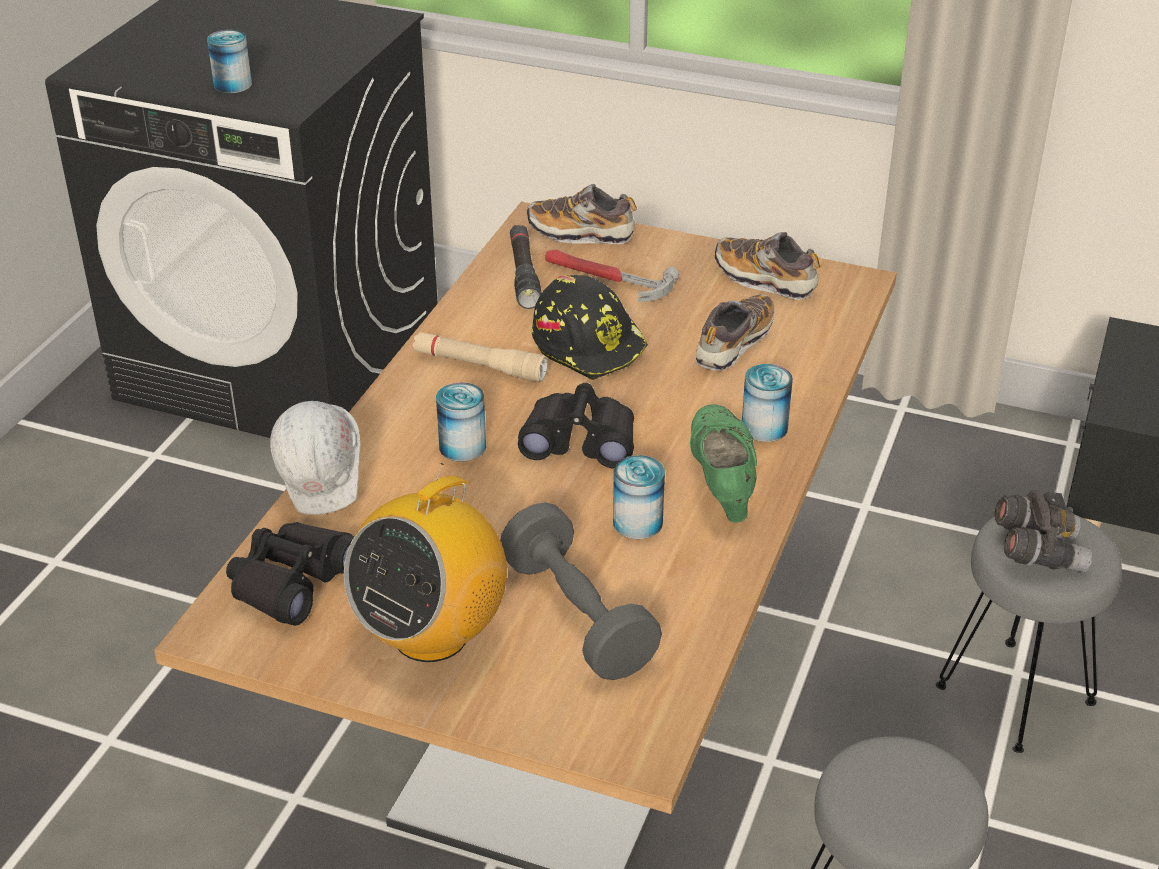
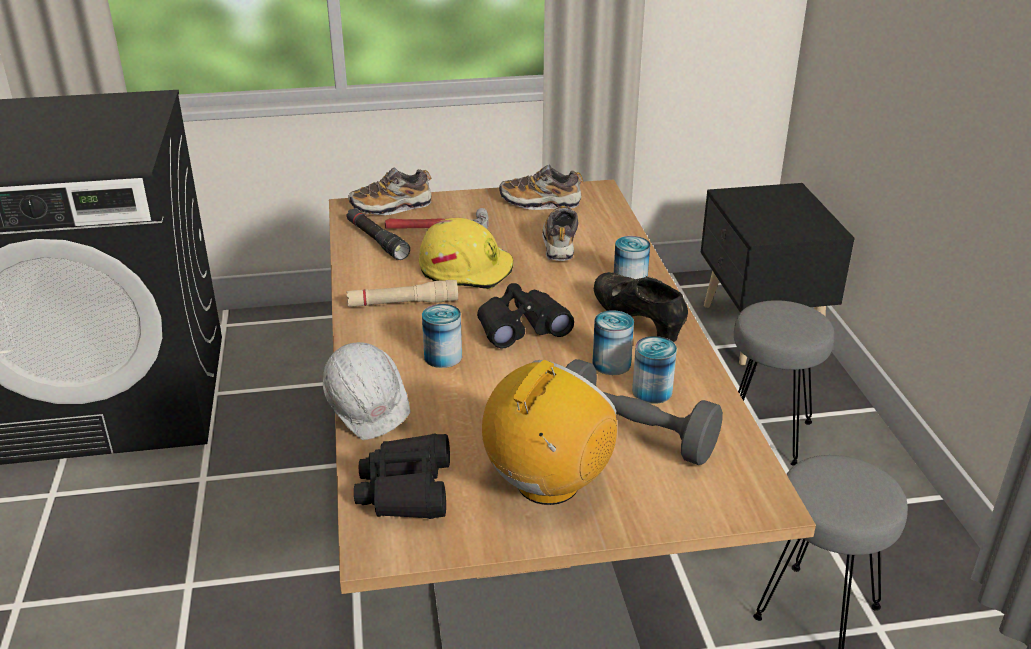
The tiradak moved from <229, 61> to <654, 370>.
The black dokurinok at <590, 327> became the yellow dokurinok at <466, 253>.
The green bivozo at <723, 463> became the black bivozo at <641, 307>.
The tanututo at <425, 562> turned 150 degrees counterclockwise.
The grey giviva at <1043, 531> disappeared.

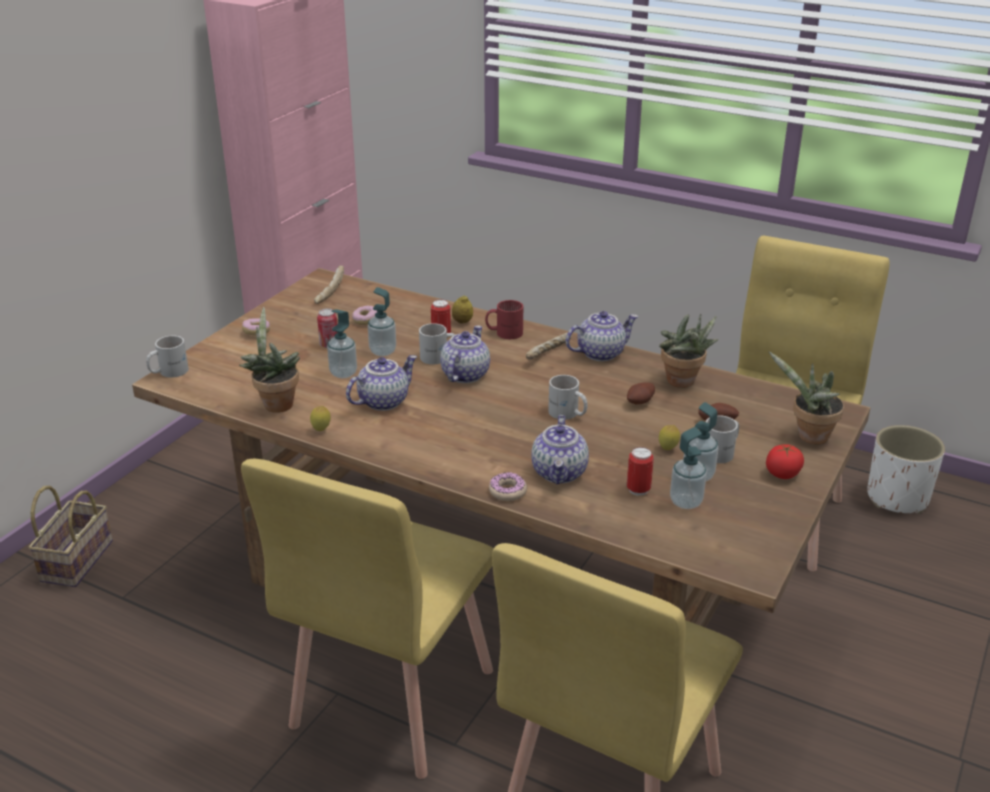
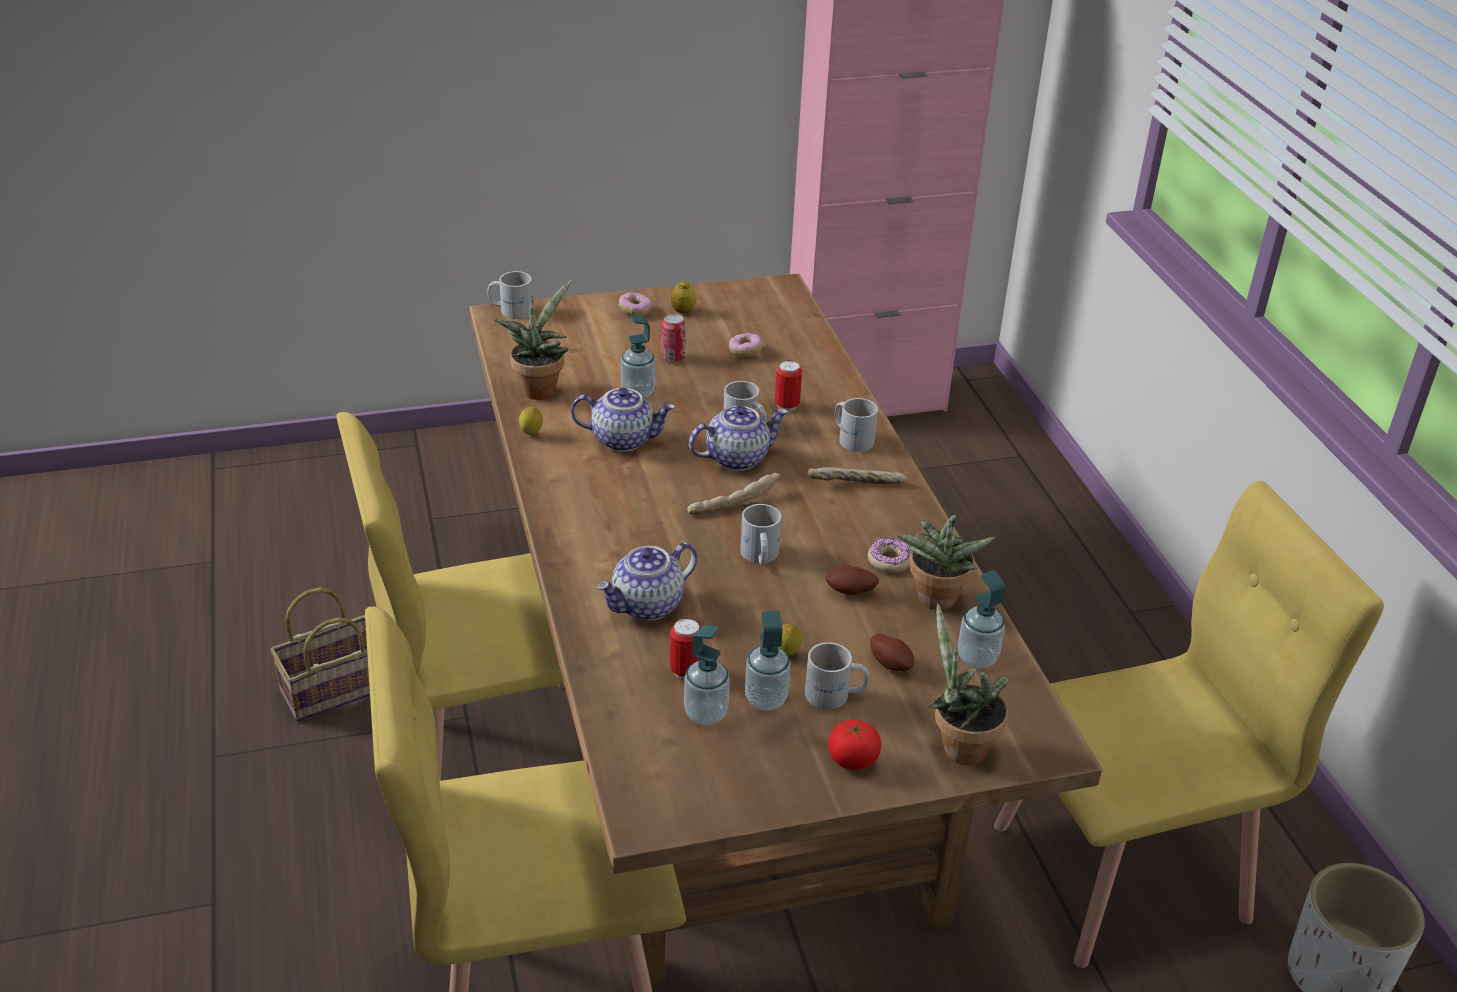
The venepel moved from <329, 285> to <733, 493>.
The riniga moved from <382, 321> to <981, 619>.
The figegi moved from <462, 309> to <683, 297>.
The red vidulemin at <504, 319> became the white vidulemin at <856, 425>.
The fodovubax at <602, 336> disappeared.
The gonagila moved from <508, 486> to <889, 555>.
The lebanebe moved from <70, 536> to <320, 654>.

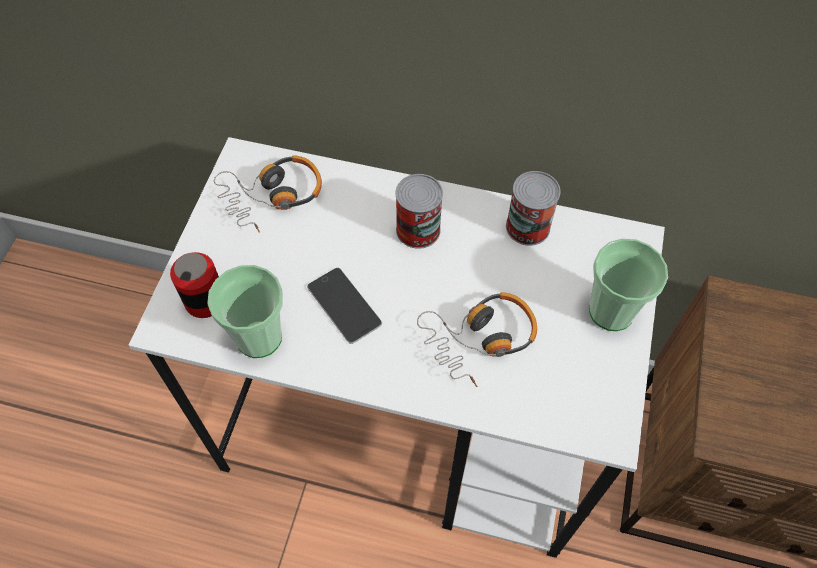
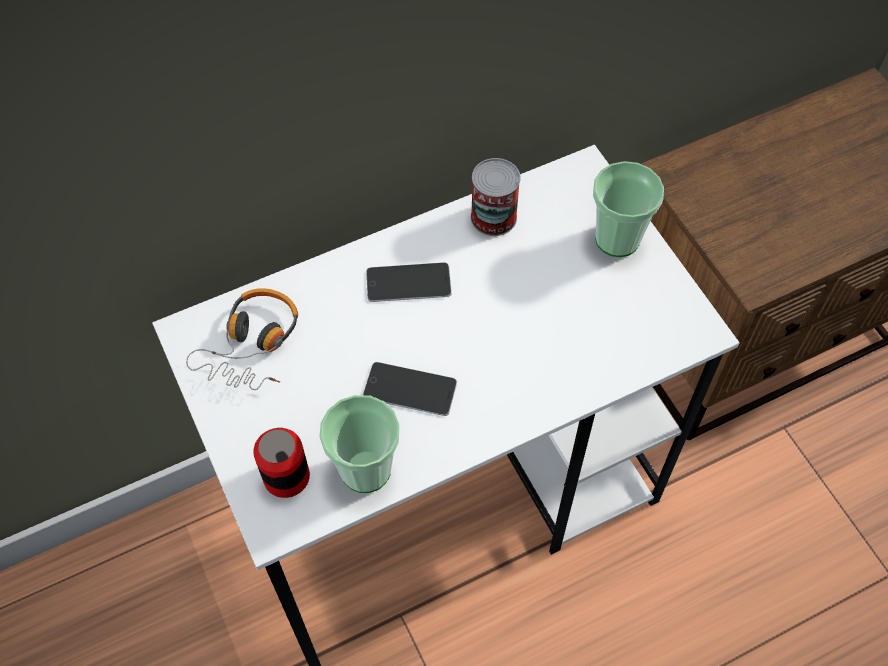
The tiradak at <419, 211> was replaced by the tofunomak at <409, 282>.
The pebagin at <477, 339> disappeared.

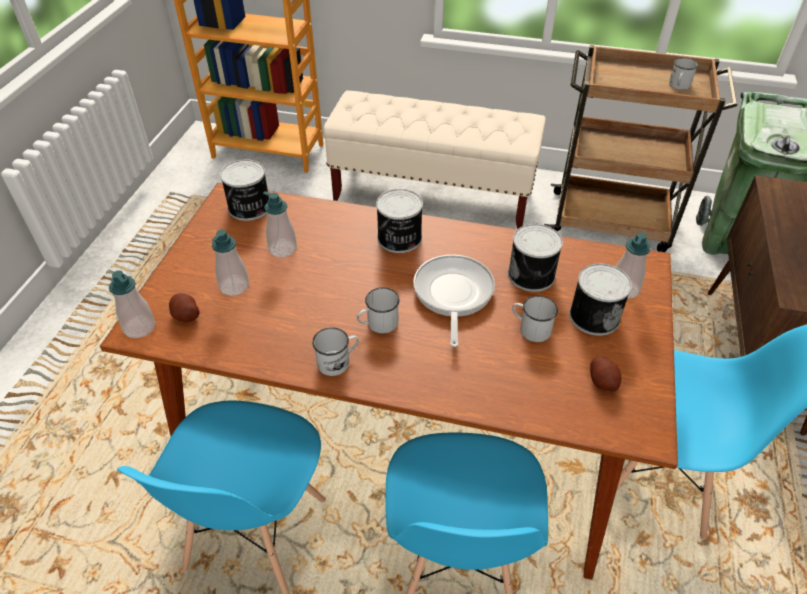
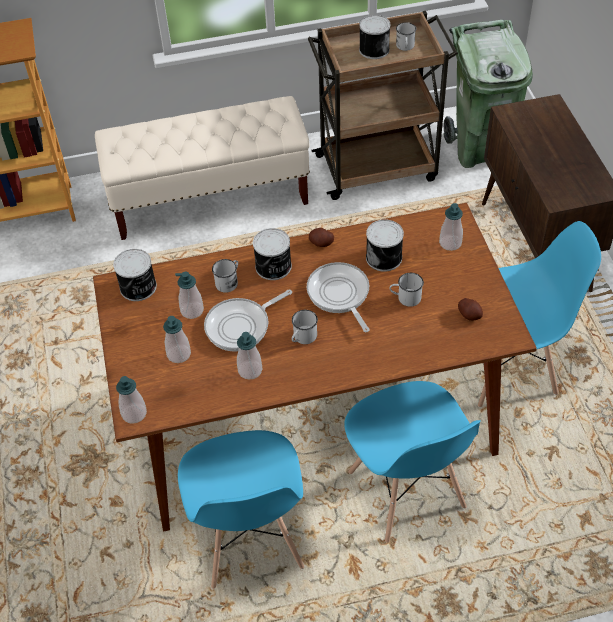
The tiradak moved from <600, 300> to <374, 37>.
The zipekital moved from <184, 307> to <321, 237>.
The white vidulemin moved from <335, 351> to <225, 276>.
The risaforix at <248, 320> appeared.
The riniga at <249, 356> appeared.

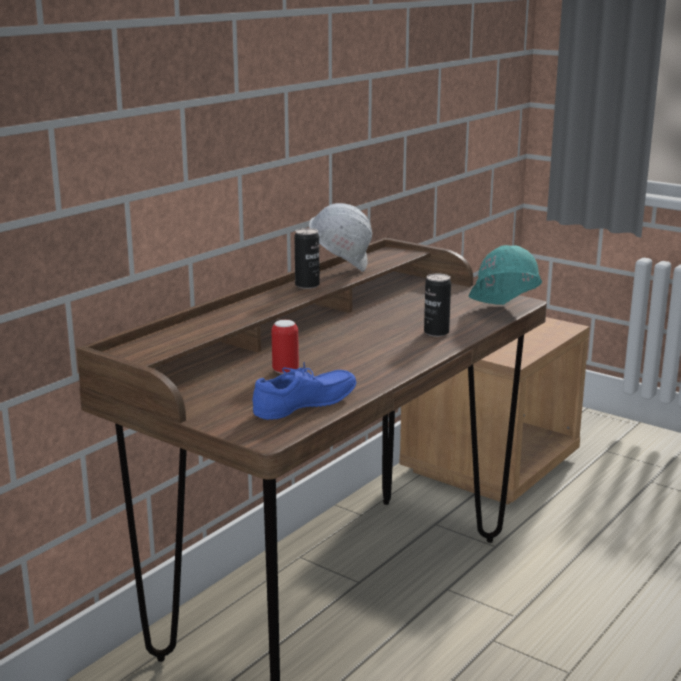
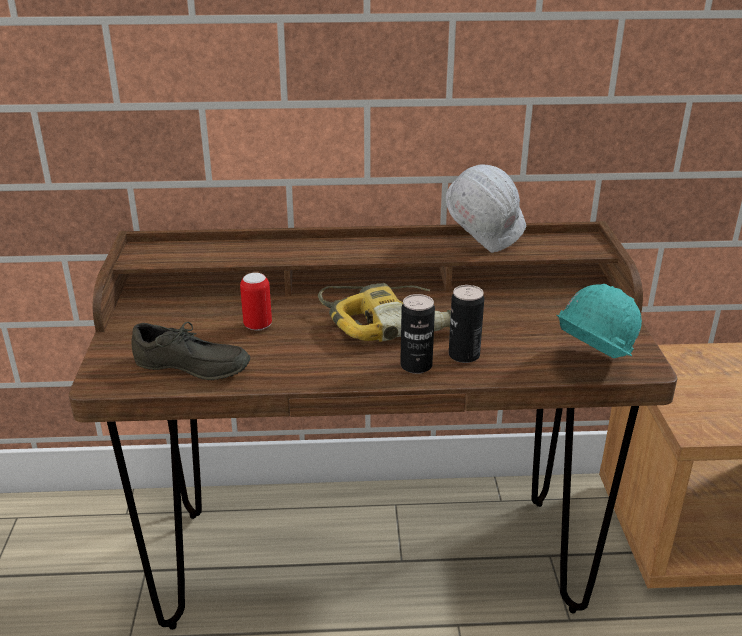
The tiradak moved from <307, 258> to <417, 334>.
The blue bivozo at <305, 391> became the grey bivozo at <190, 351>.
The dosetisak at <384, 312> appeared.

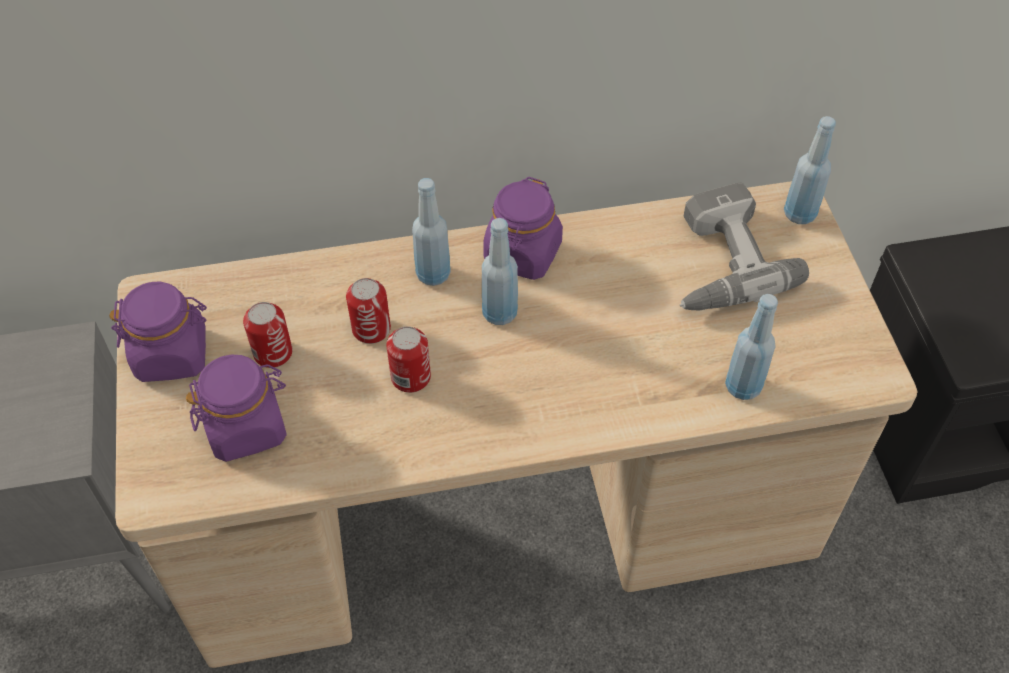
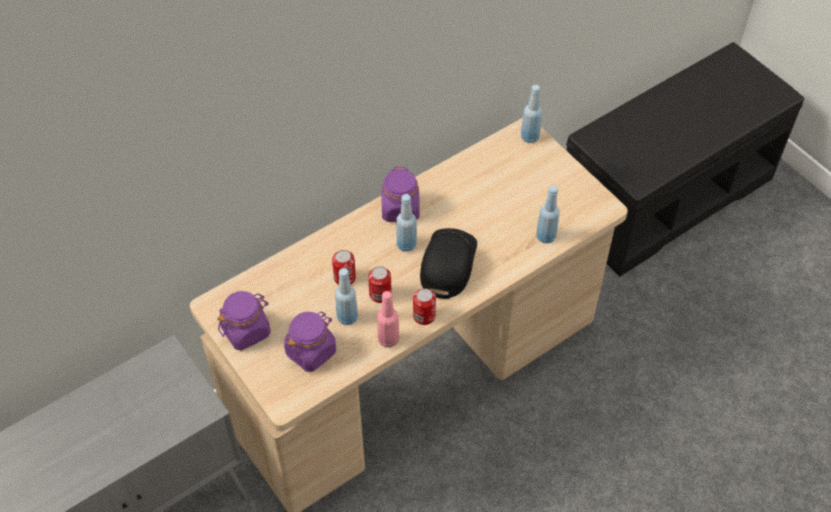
The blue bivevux moved from <431, 232> to <346, 296>.
The dosetisak at <744, 246> disappeared.
The tiradak moved from <268, 335> to <424, 306>.
The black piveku at <448, 263> appeared.
The pink bivevux at <388, 319> appeared.

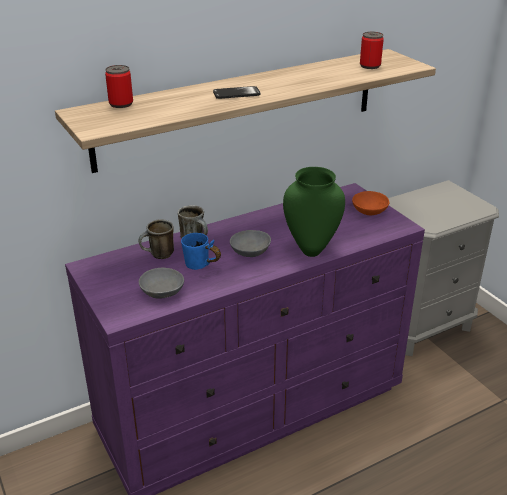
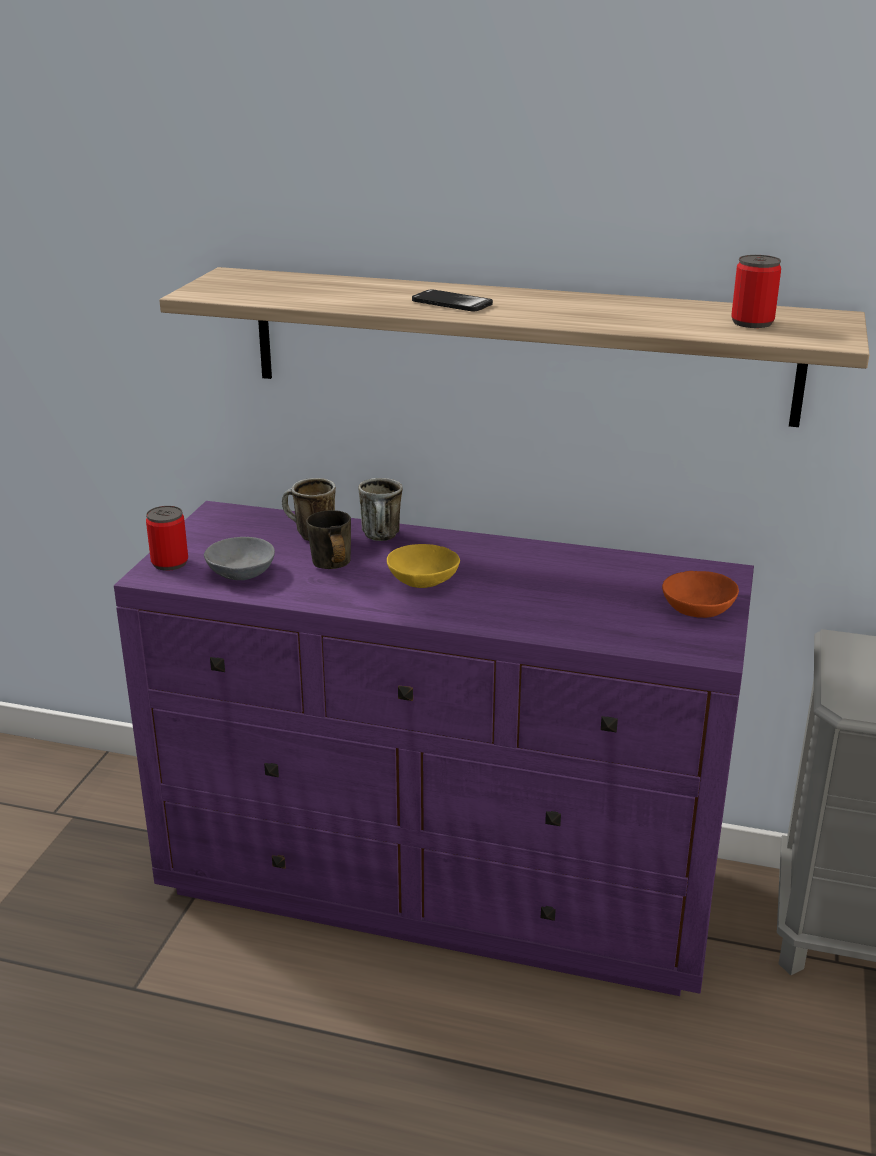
The tiradak moved from <119, 86> to <167, 538>.
The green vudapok at <314, 212> disappeared.
The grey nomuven at <250, 243> became the yellow nomuven at <423, 566>.
The blue vidulemin at <201, 251> became the grey vidulemin at <328, 539>.

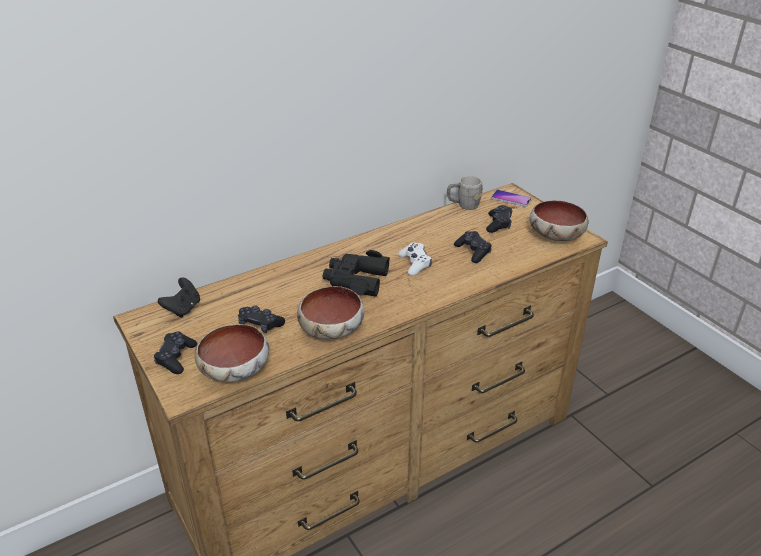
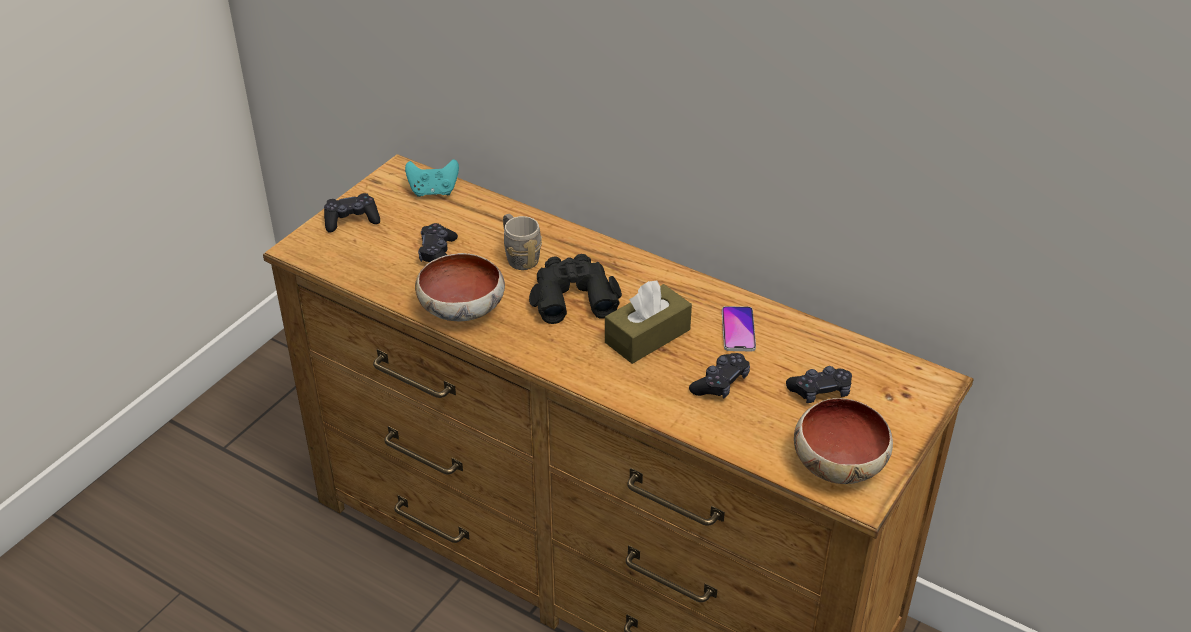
The grey vidulemin moved from <465, 193> to <522, 242>.
The tofunomak moved from <511, 198> to <739, 328>.
The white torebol at <415, 259> was replaced by the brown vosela at <648, 322>.
The black torebol at <179, 298> became the turquoise torebol at <432, 178>.
The nomuven at <232, 353> disappeared.

